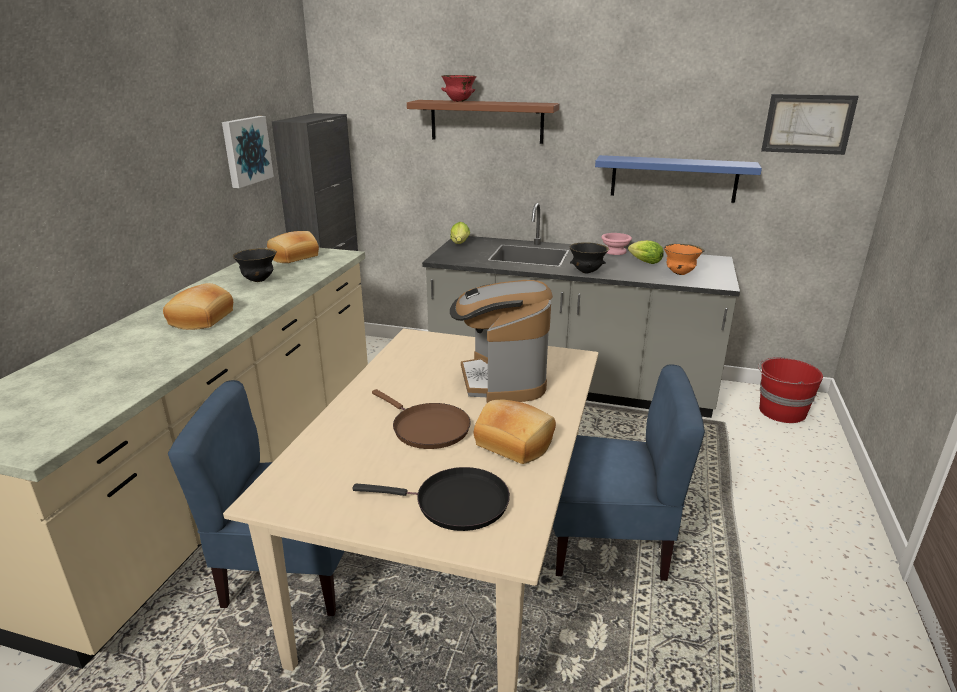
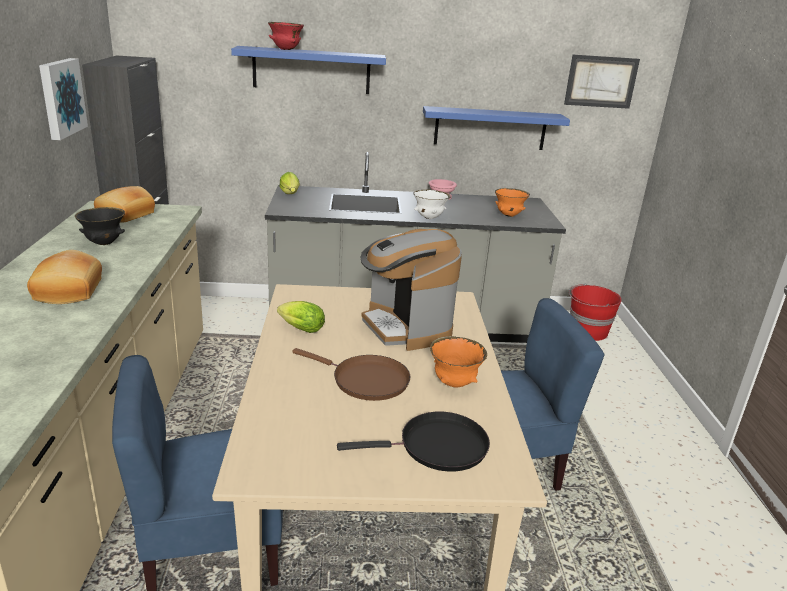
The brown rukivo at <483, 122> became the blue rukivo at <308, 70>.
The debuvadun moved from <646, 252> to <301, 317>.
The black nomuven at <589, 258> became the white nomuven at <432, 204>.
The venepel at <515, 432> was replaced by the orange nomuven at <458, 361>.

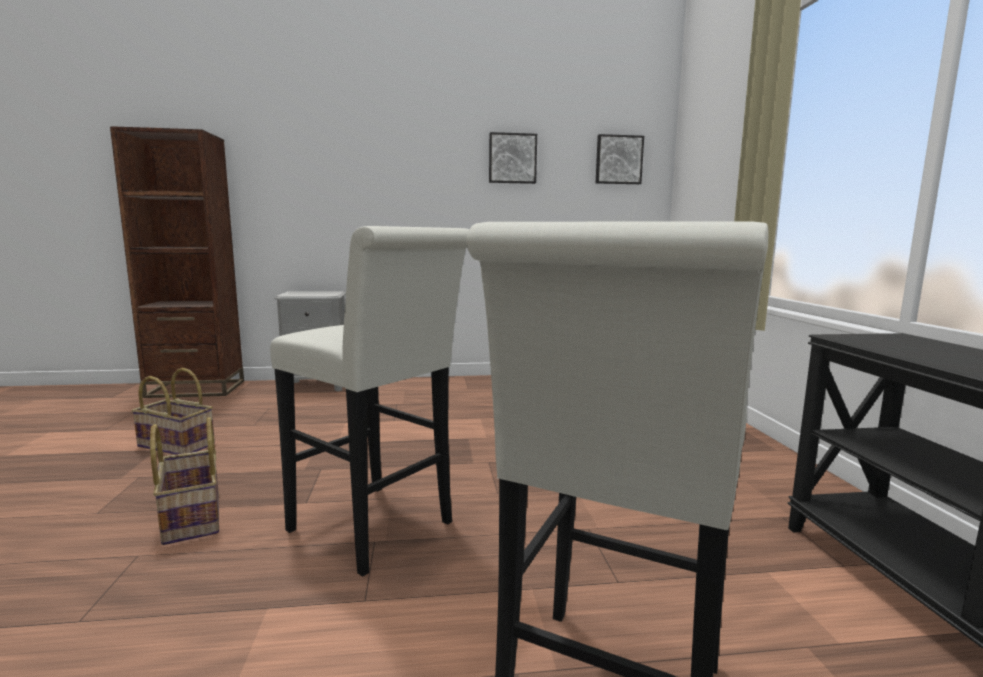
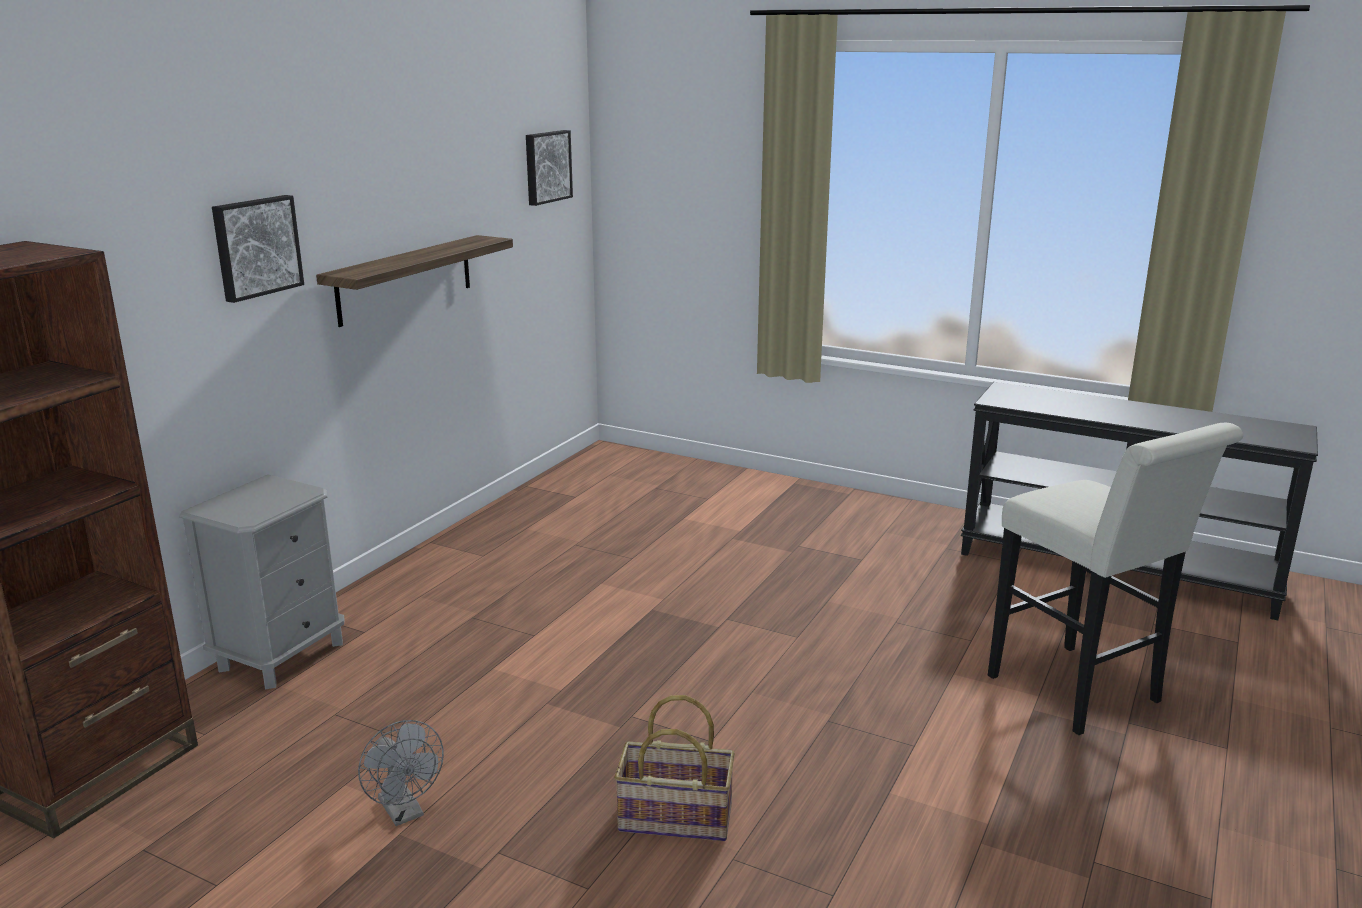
The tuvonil moved from <513, 158> to <258, 249>.
The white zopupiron at <370, 401> disappeared.
The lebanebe at <173, 411> was replaced by the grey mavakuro at <401, 773>.
The rukivo at <414, 281> appeared.

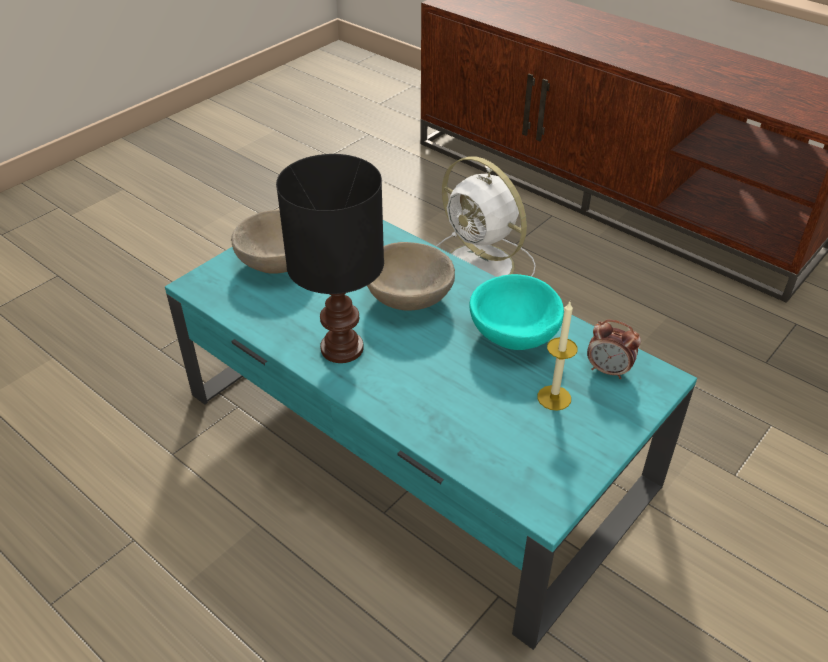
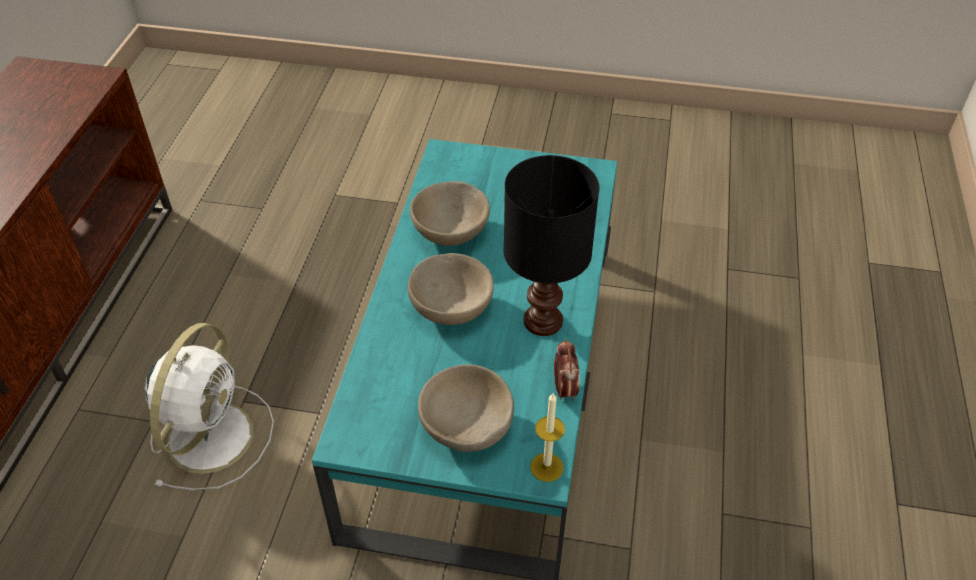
The turquoise nomuven at <517, 312> became the beige nomuven at <450, 213>.
The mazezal moved from <557, 356> to <548, 437>.
The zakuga moved from <614, 349> to <567, 370>.

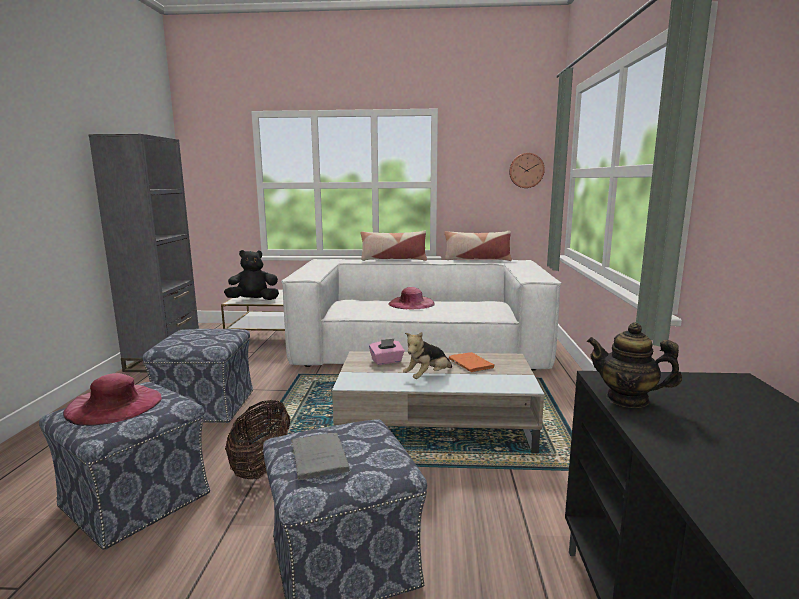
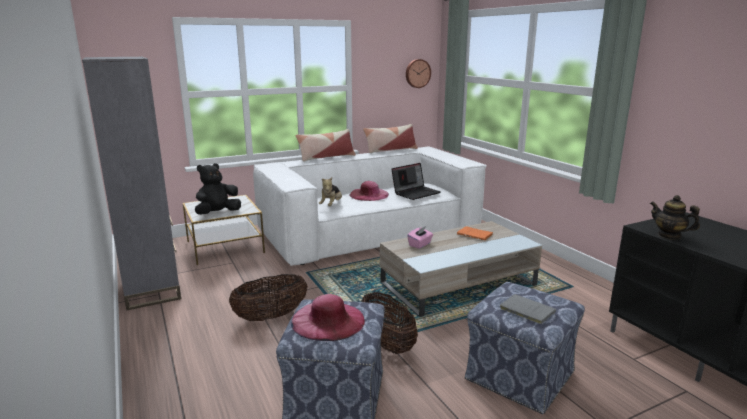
The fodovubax at <634, 365> turned 45 degrees clockwise.
The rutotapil at <198, 376> was replaced by the lebanebe at <268, 297>.
The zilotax moved from <427, 355> to <330, 191>.
The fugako at <416, 181> appeared.

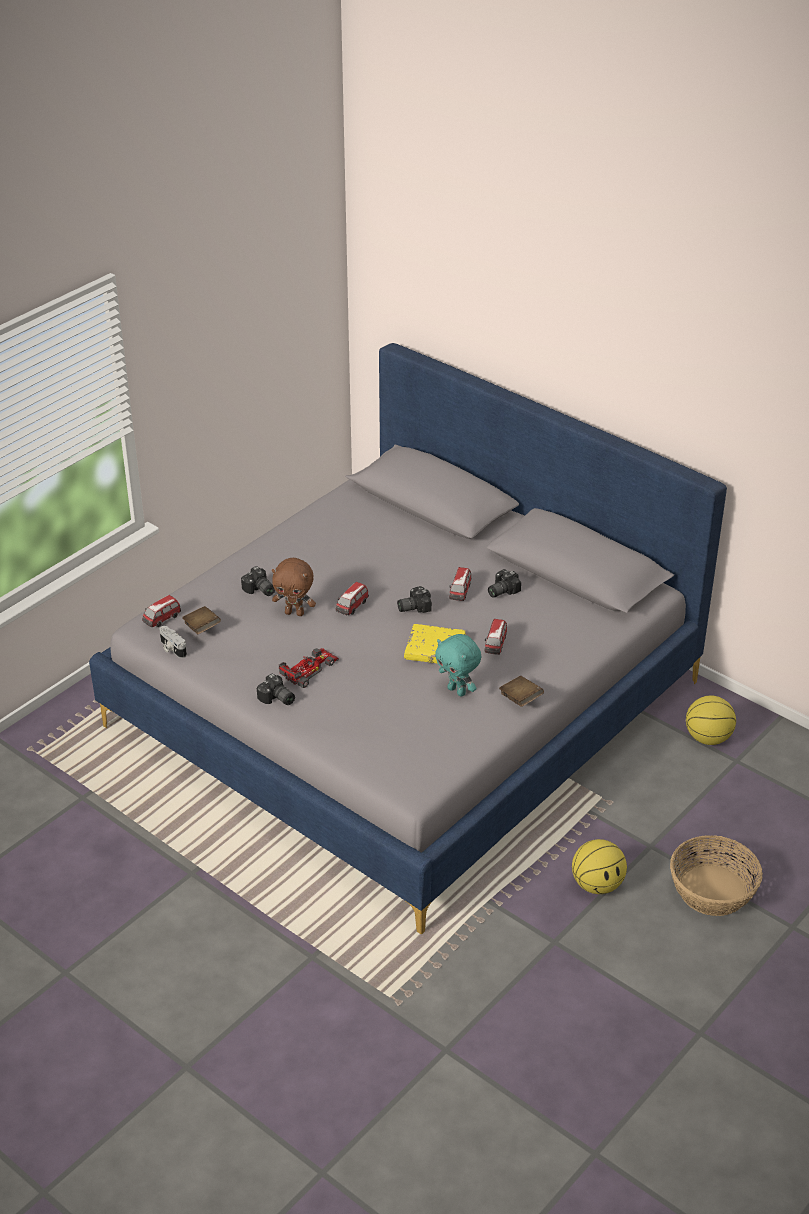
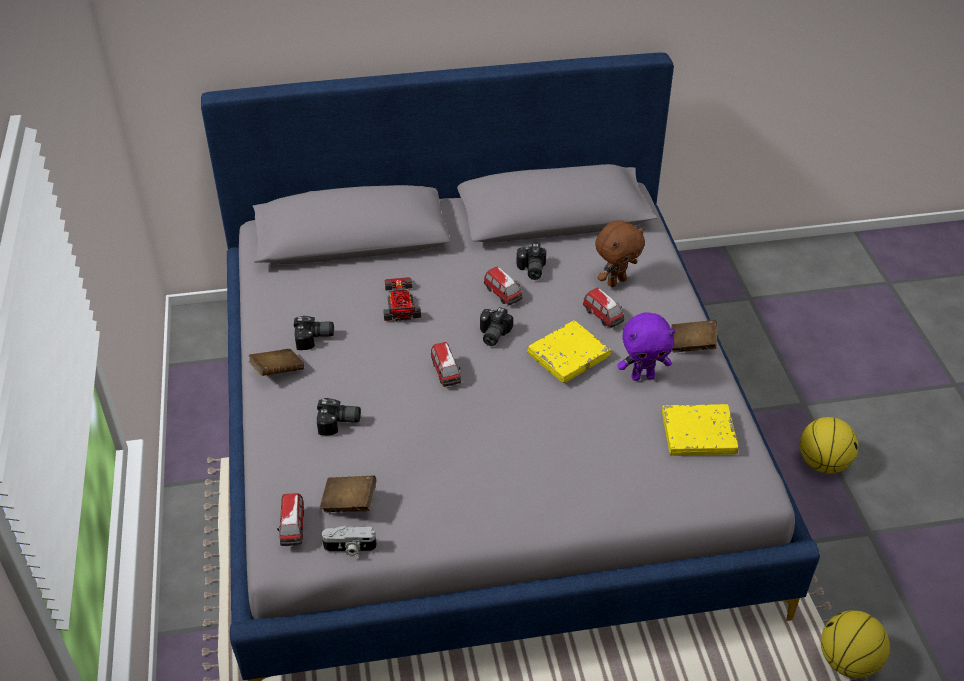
The brown zilotax moved from <294, 587> to <620, 254>.
The turquoise zilotax at <458, 665> became the purple zilotax at <646, 346>.
The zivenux moved from <309, 668> to <402, 299>.
The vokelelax moved from <276, 689> to <314, 333>.
The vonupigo moved from <711, 720> to <855, 644>.
The lebanebe at <716, 875> disappeared.
The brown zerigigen at <276, 362> appeared.
The yellow zerigigen at <700, 430> appeared.

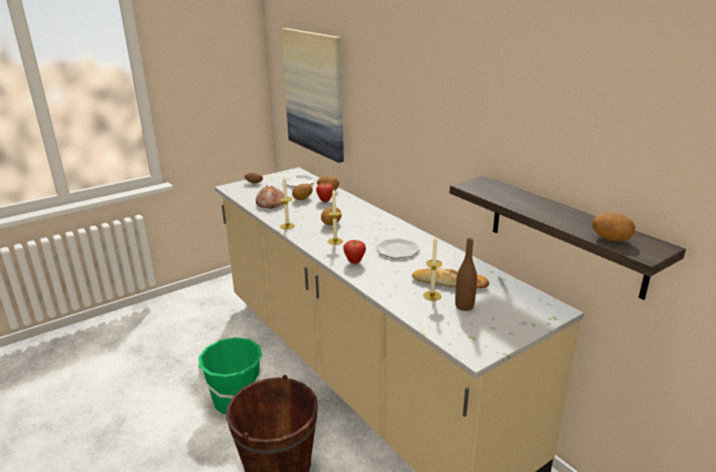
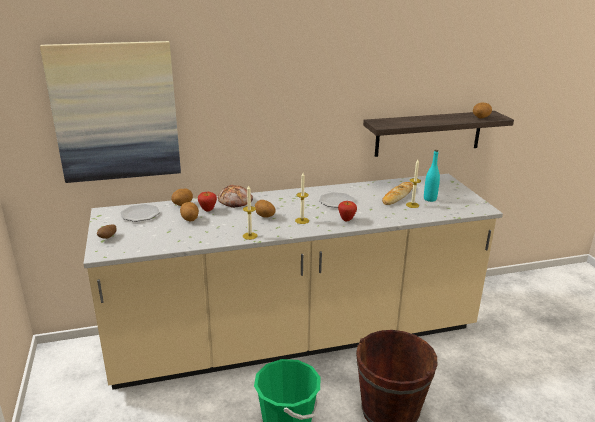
The venepel moved from <270, 197> to <235, 196>.
The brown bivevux at <466, 274> became the turquoise bivevux at <432, 176>.

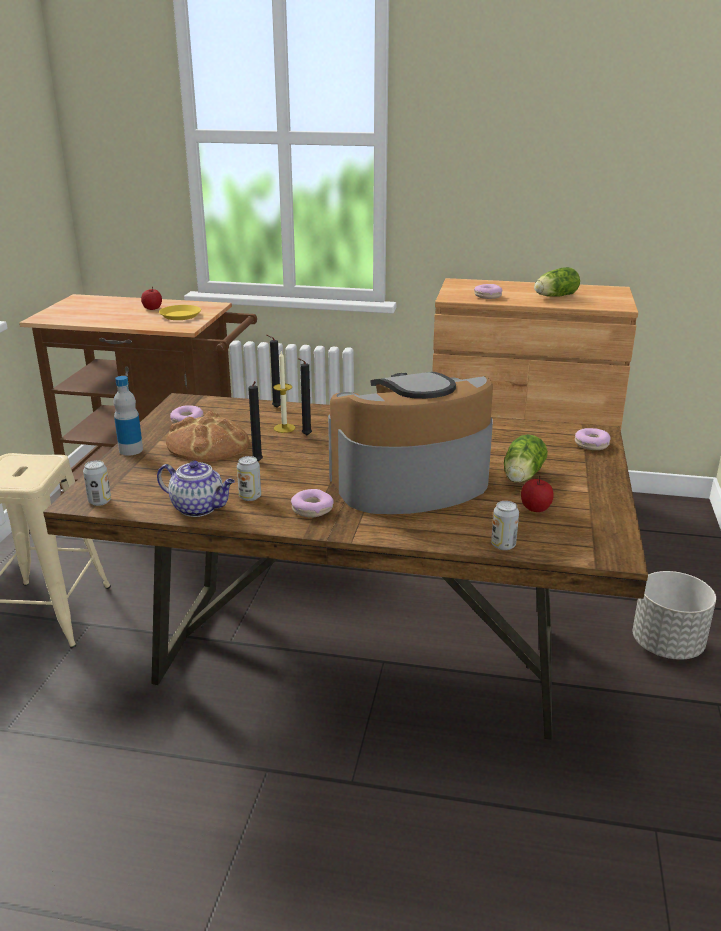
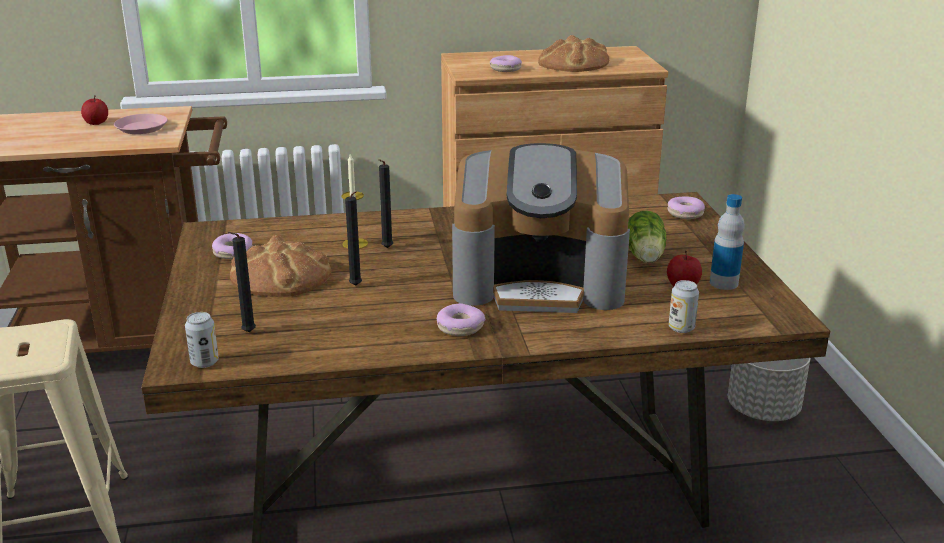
The debuvadun at <557, 282> was replaced by the venepel at <573, 53>.
The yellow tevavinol at <180, 312> became the pink tevavinol at <141, 124>.
The black mazezal moved from <274, 371> to <242, 282>.
The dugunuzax at <410, 443> turned 135 degrees counterclockwise.
The bivevux moved from <128, 416> to <727, 242>.
The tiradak at <249, 478> disappeared.
The fodovubax at <196, 488> disappeared.

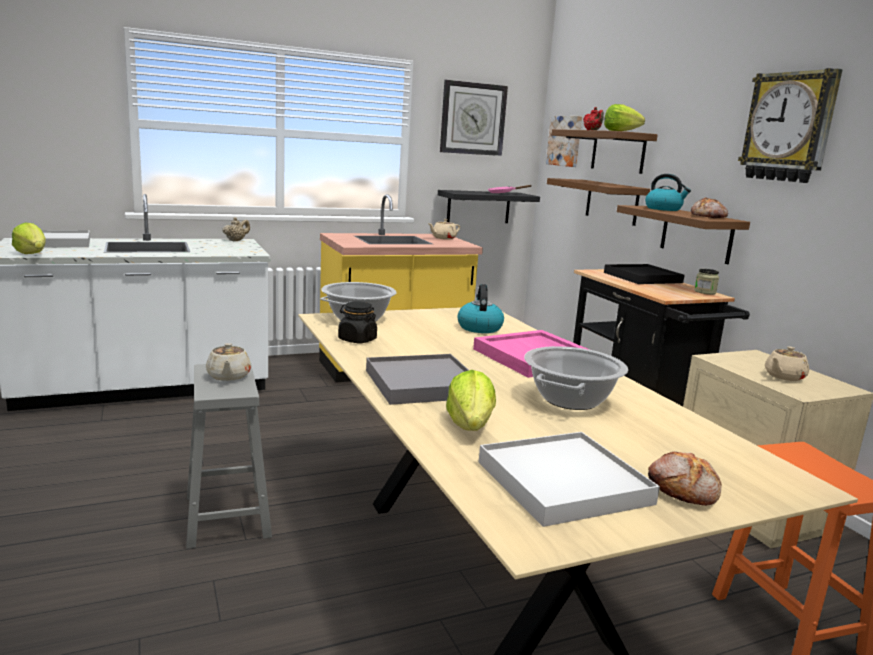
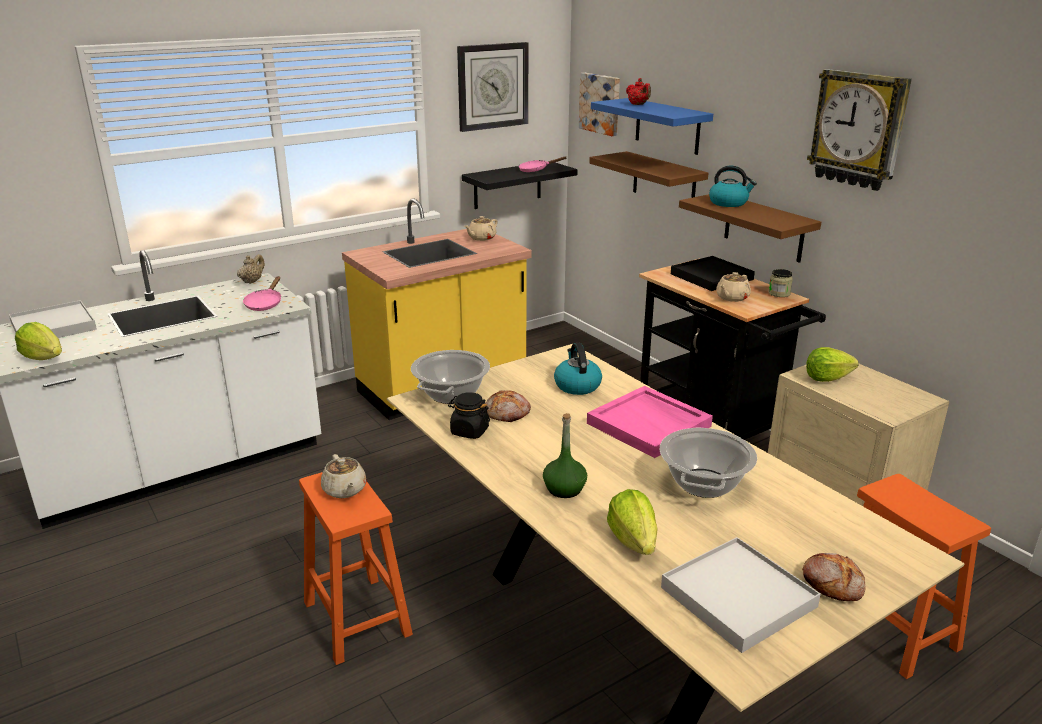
The debuvadun moved from <624, 117> to <832, 364>.
The brown rukivo at <605, 151> became the blue rukivo at <652, 126>.
The venepel moved from <709, 207> to <508, 406>.
The beige fodovubax moved from <787, 363> to <733, 287>.
The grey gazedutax at <417, 379> was replaced by the green bivevux at <565, 455>.
The grey zopupiron at <229, 456> became the orange zopupiron at <356, 568>.
The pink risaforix at <262, 293> appeared.

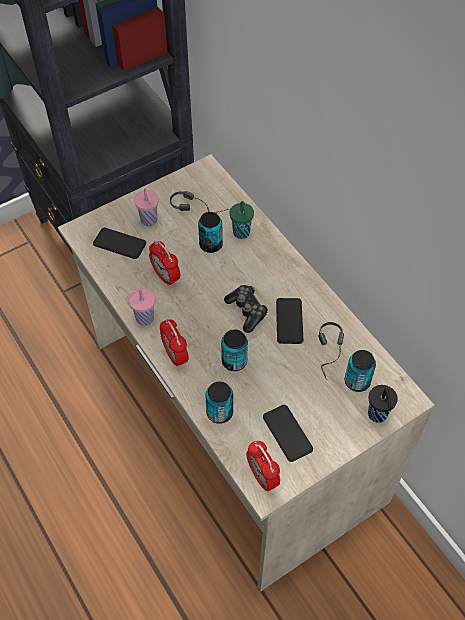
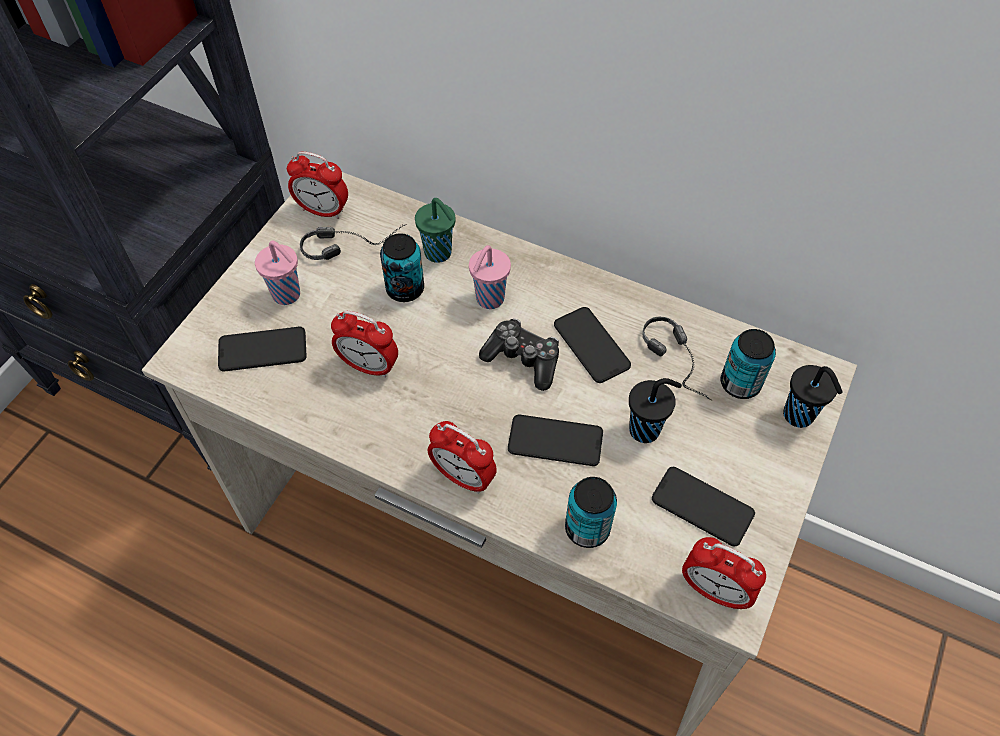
The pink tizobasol moved from <140, 307> to <490, 277>.
The tiradak at <234, 350> was replaced by the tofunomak at <555, 440>.
The zakuga at <317, 185> appeared.
The black tizobasol at <655, 410> appeared.

